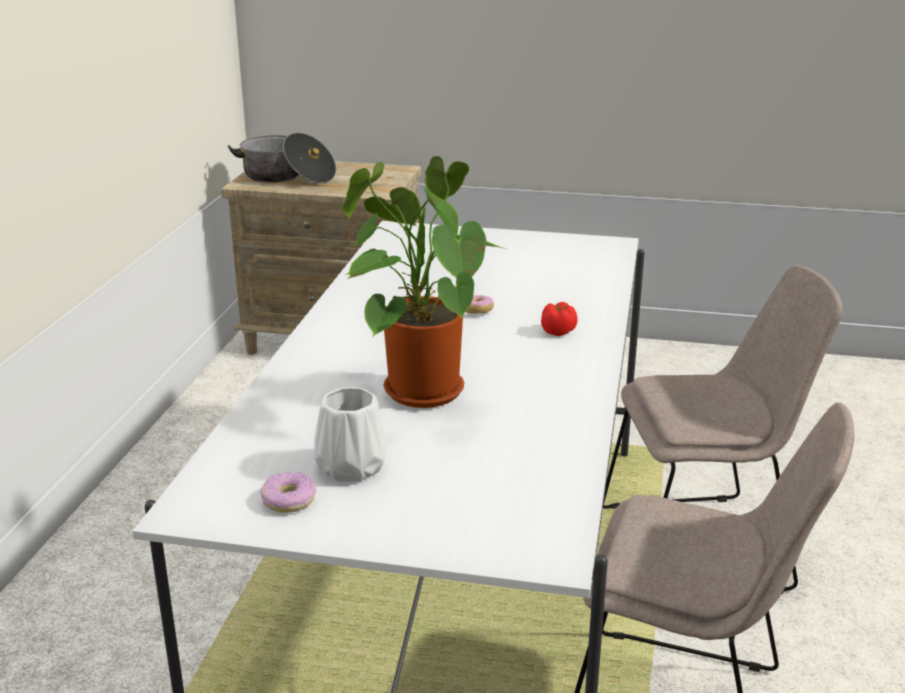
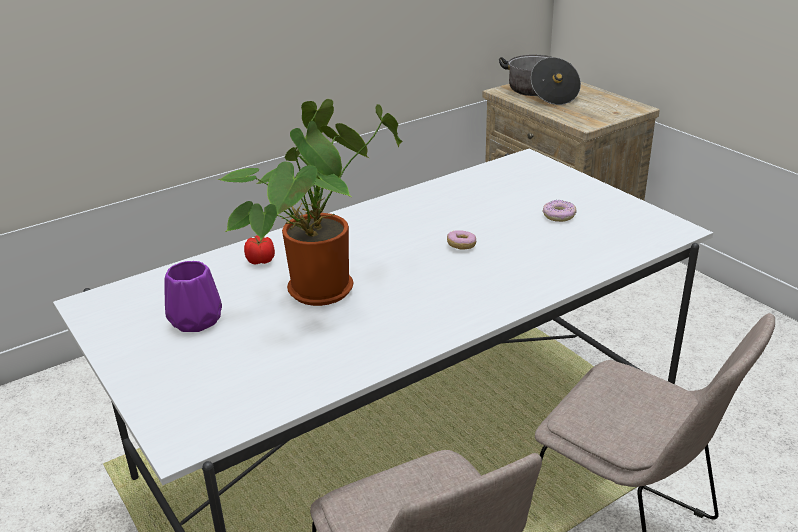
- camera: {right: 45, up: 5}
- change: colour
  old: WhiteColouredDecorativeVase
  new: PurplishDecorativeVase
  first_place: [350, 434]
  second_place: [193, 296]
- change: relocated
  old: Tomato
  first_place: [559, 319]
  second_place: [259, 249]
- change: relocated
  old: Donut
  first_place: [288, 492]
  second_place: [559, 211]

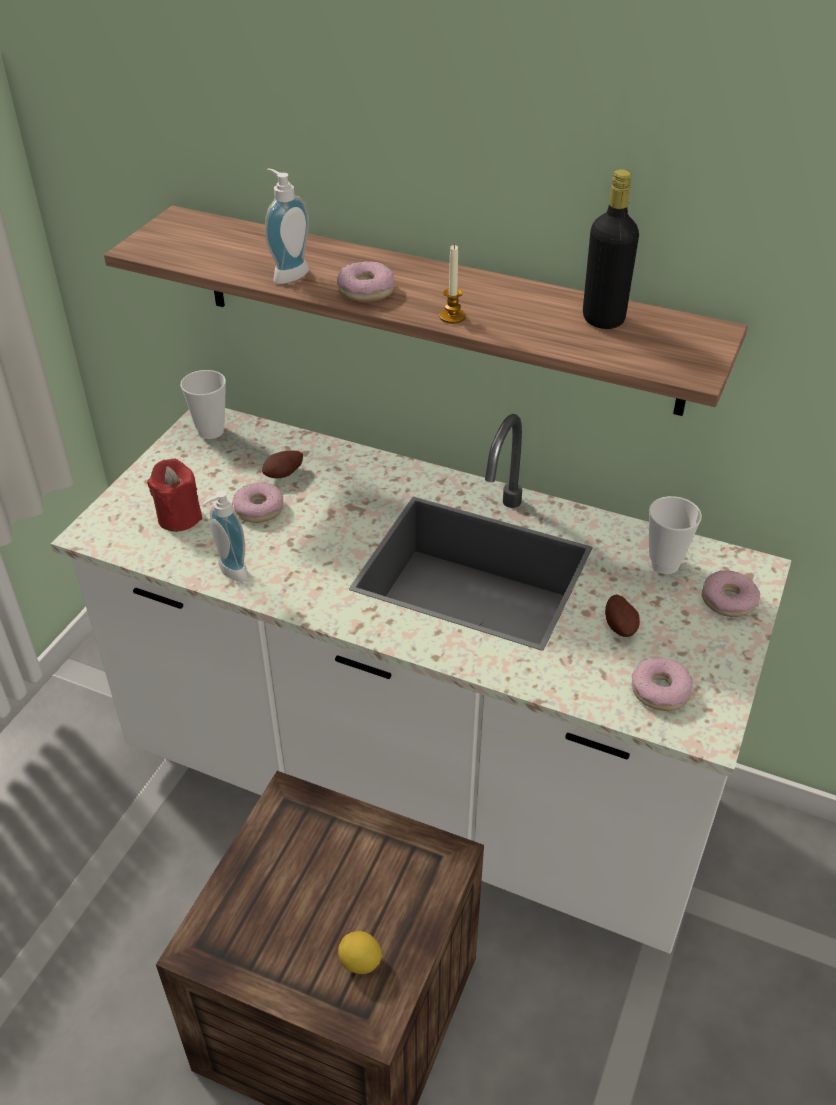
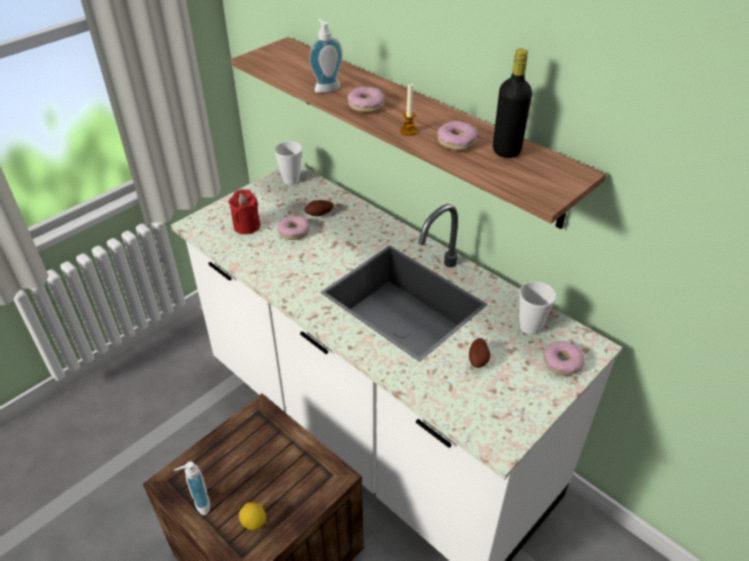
- camera: {right: 20, up: 0}
- change: relocated
  old: SoapDispenser
  first_place: [225, 536]
  second_place: [192, 488]
- change: relocated
  old: Donut
  first_place: [662, 684]
  second_place: [458, 136]

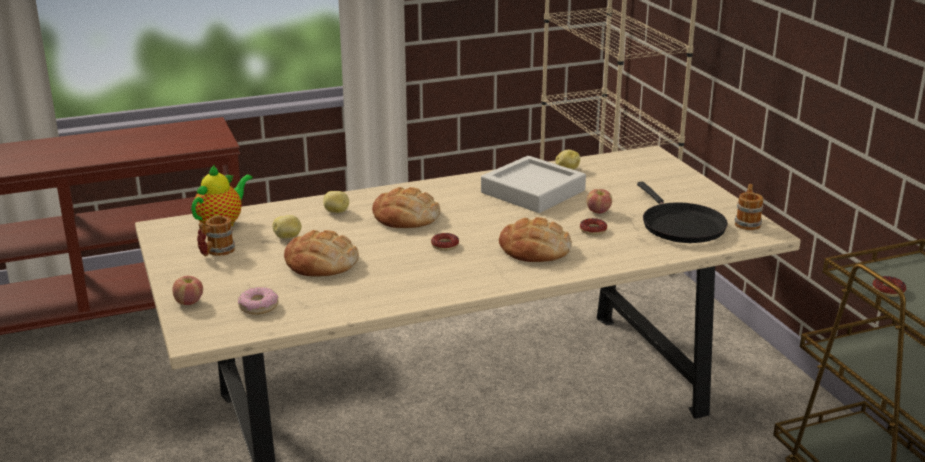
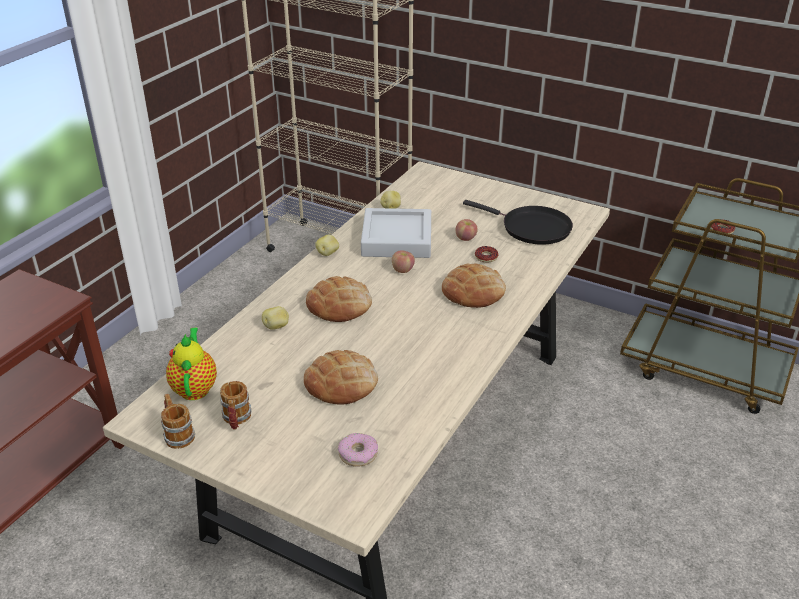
- camera: {right: -40, up: 10}
- change: relocated
  old: TeaMug
  first_place: [749, 207]
  second_place: [178, 421]
- change: relocated
  old: Potato
  first_place: [287, 227]
  second_place: [327, 245]
- change: relocated
  old: AppleFruit
  first_place: [187, 290]
  second_place: [403, 261]
- change: missing
  old: Donut
  first_place: [445, 242]

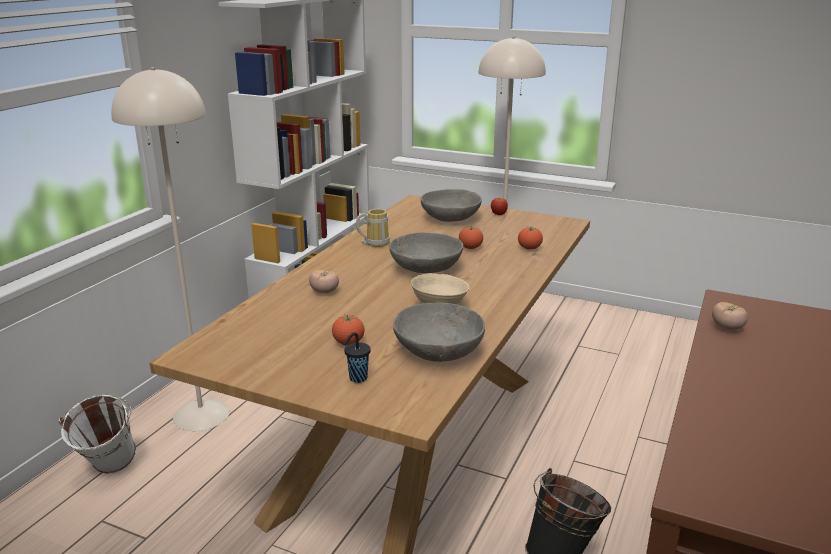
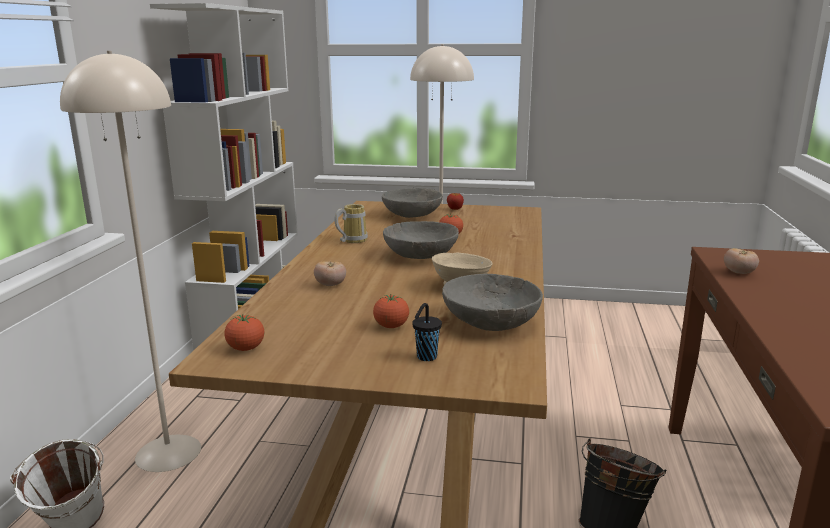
- camera: {right: -15, up: -5}
- change: relocated
  old: Tomato
  first_place: [530, 238]
  second_place: [244, 332]

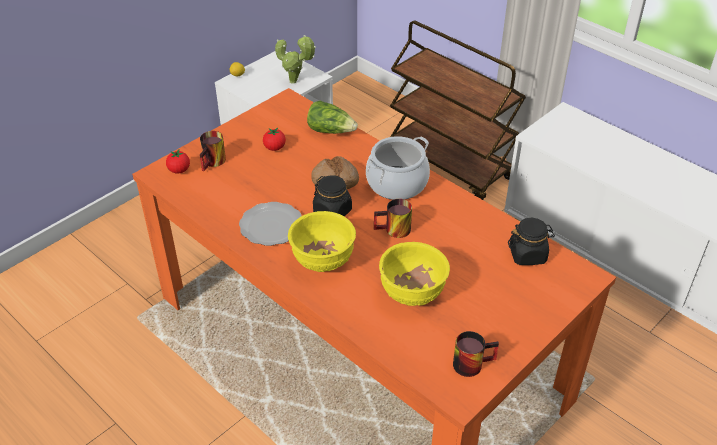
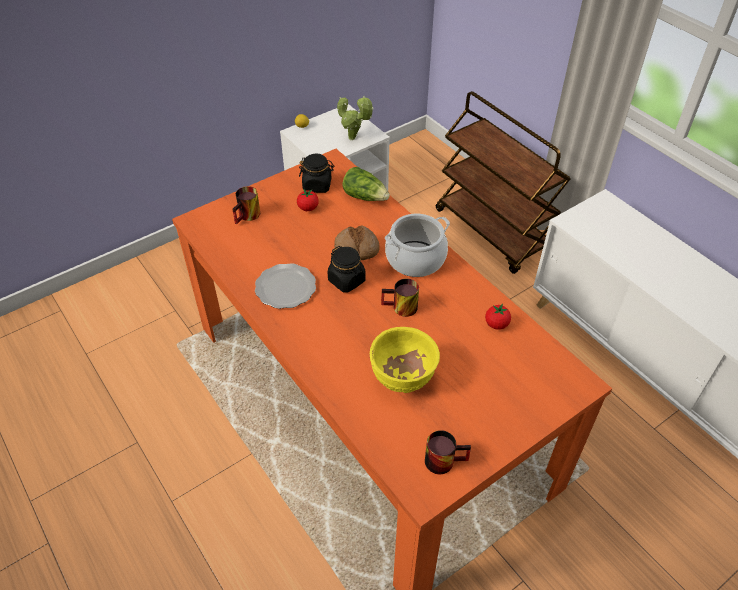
- camera: {right: 10, up: 5}
- change: relocated
  old: BlackishPreserveJar
  first_place: [531, 241]
  second_place: [316, 173]
- change: relocated
  old: Tomato
  first_place: [178, 161]
  second_place: [498, 317]
- change: missing
  old: YellowishBowl
  first_place: [322, 241]

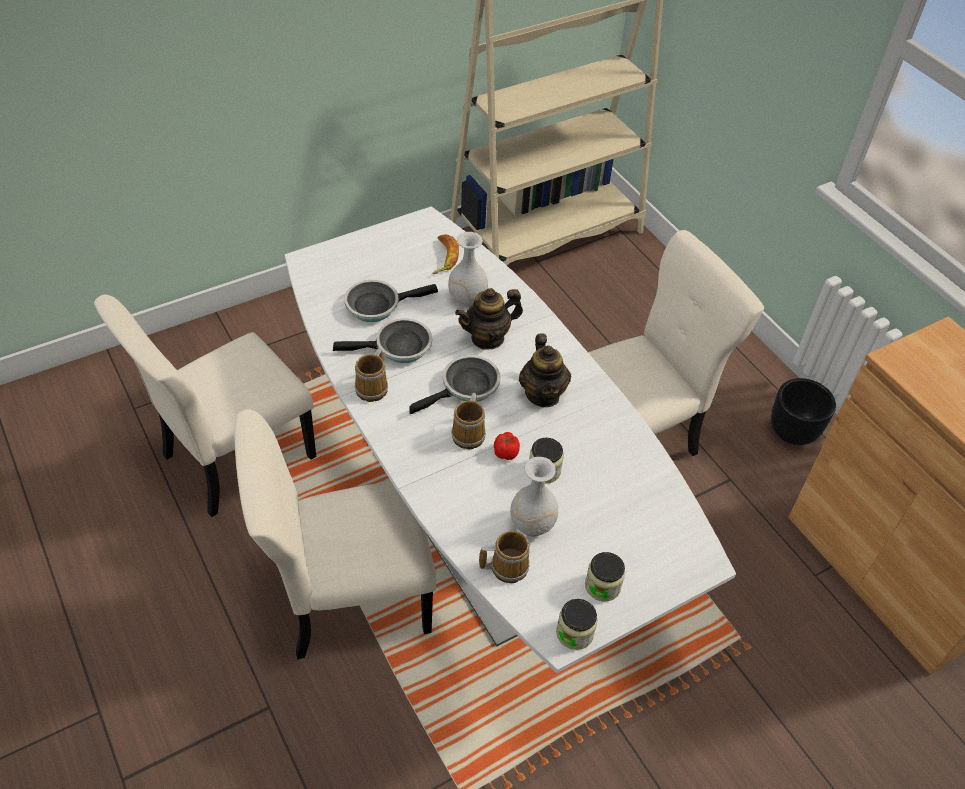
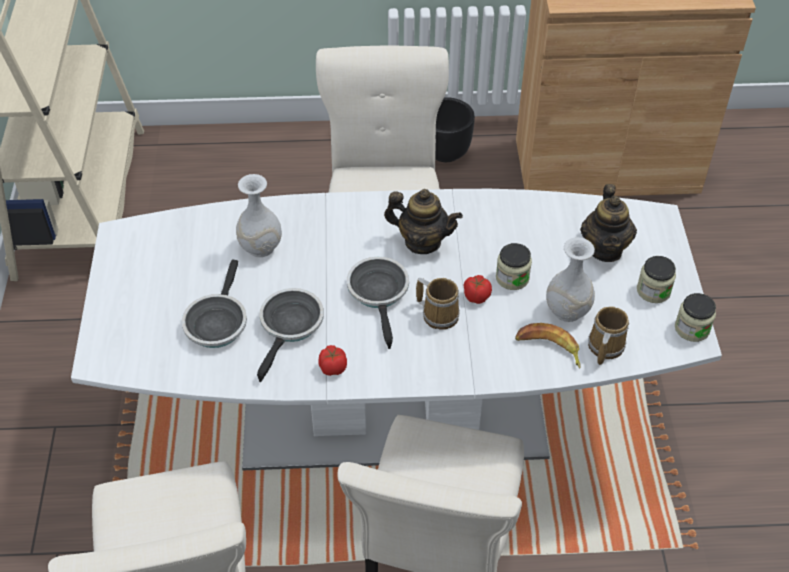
- camera: {right: -60, up: 0}
- change: exchanged
  old: TeaMug
  new: Tomato
  first_place: [371, 375]
  second_place: [332, 360]
- change: relocated
  old: BananaFruit
  first_place: [445, 254]
  second_place: [548, 346]
- change: relocated
  old: Teapot
  first_place: [489, 319]
  second_place: [608, 223]

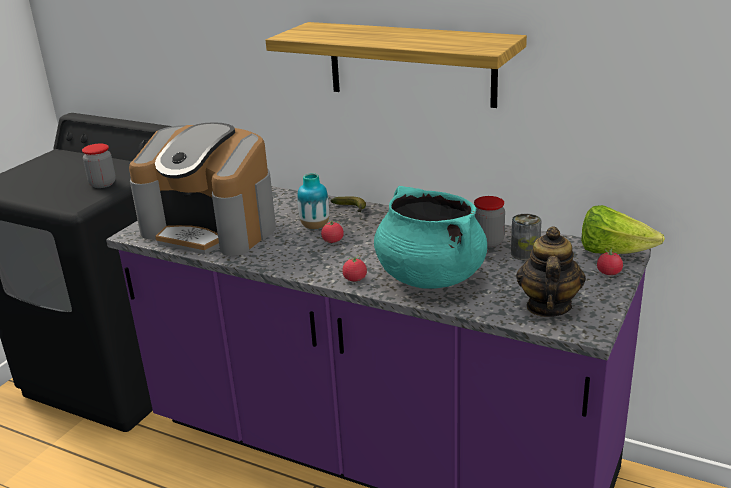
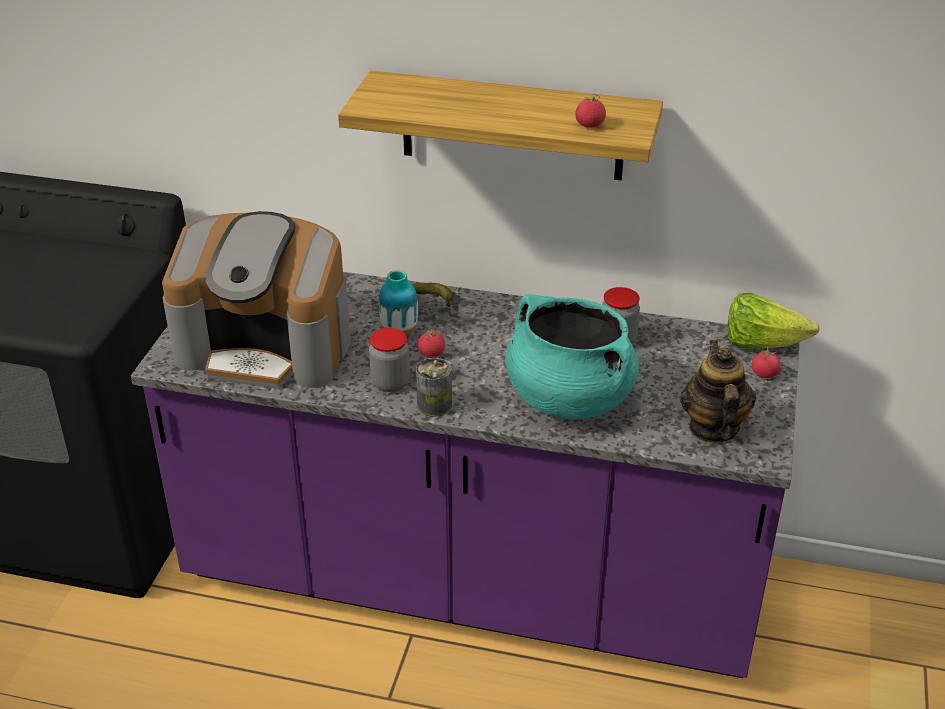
- camera: {right: -15, up: 10}
- change: relocated
  old: PreserveJar
  first_place: [99, 166]
  second_place: [389, 360]
- change: relocated
  old: Can
  first_place: [526, 237]
  second_place: [434, 387]
- change: relocated
  old: Tomato
  first_place: [354, 268]
  second_place: [590, 110]

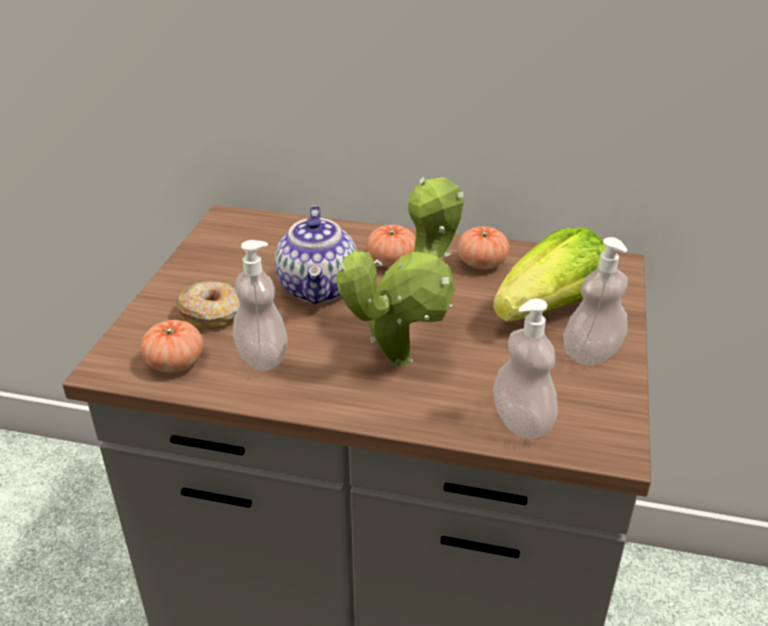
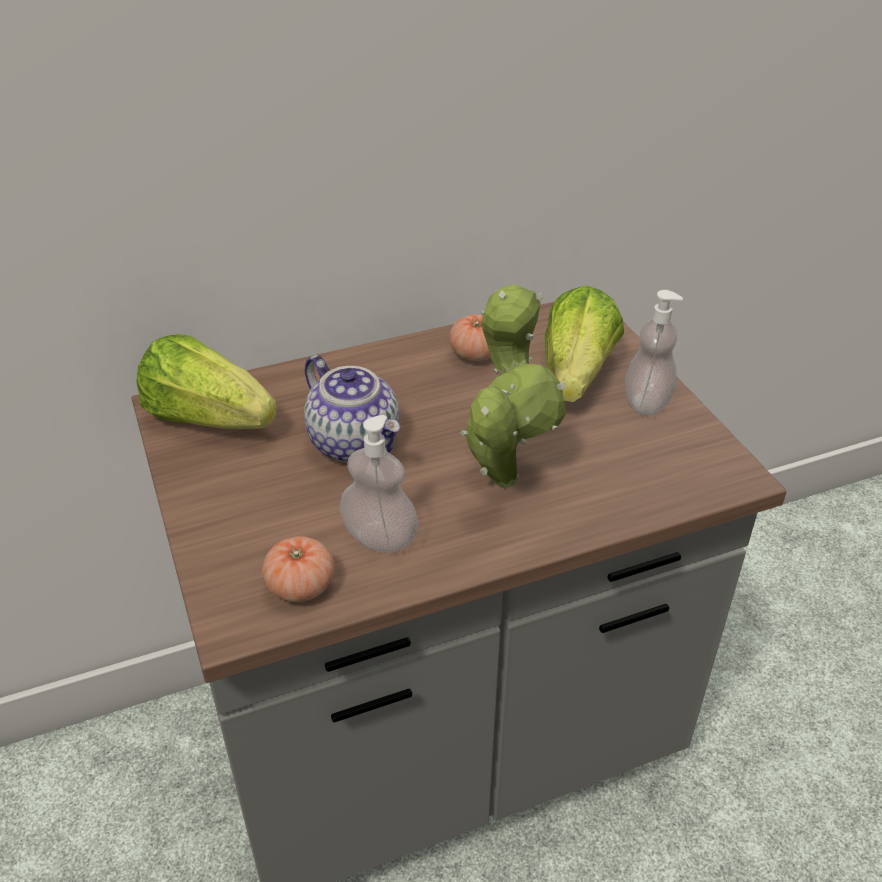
- camera: {right: -35, up: 5}
- change: appeared
  new: Lettuce
  second_place: [206, 381]
- change: missing
  old: Donut
  first_place: [207, 305]
- change: missing
  old: Tomato
  first_place: [391, 246]
- change: missing
  old: SoapDispenser
  first_place: [525, 368]

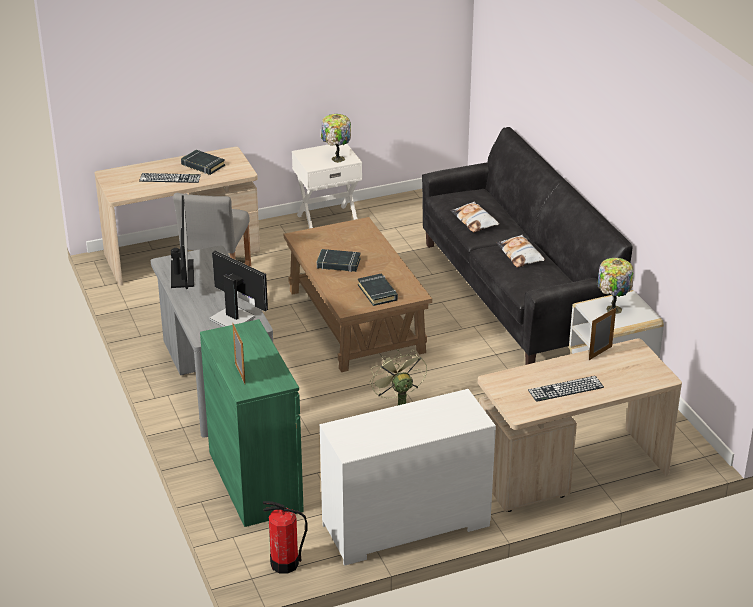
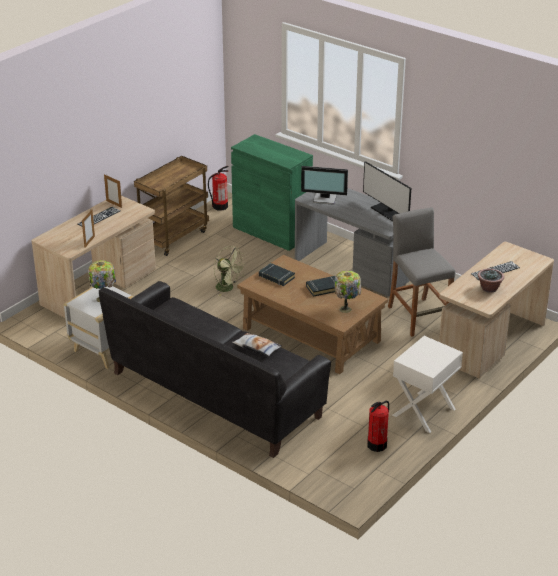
- camera: {right: 150, up: 0}
- change: relocated
  old: PhotoFrame
  first_place: [238, 353]
  second_place: [113, 191]
- change: exchanged
  old: WhiteColouredChestOfDrawers
  new: BrownColouredWheeledCart
  first_place: [407, 477]
  second_place: [171, 206]
- change: relocated
  old: TableLamp
  first_place: [336, 138]
  second_place: [348, 292]
- change: appeared
  new: FireExtinguisher
  second_place: [378, 426]
- change: exchanged
  old: BlackishBoundBook
  new: PottedPlant
  first_place: [203, 162]
  second_place: [491, 281]
- change: missing
  old: ThrowPillow
  first_place: [521, 251]

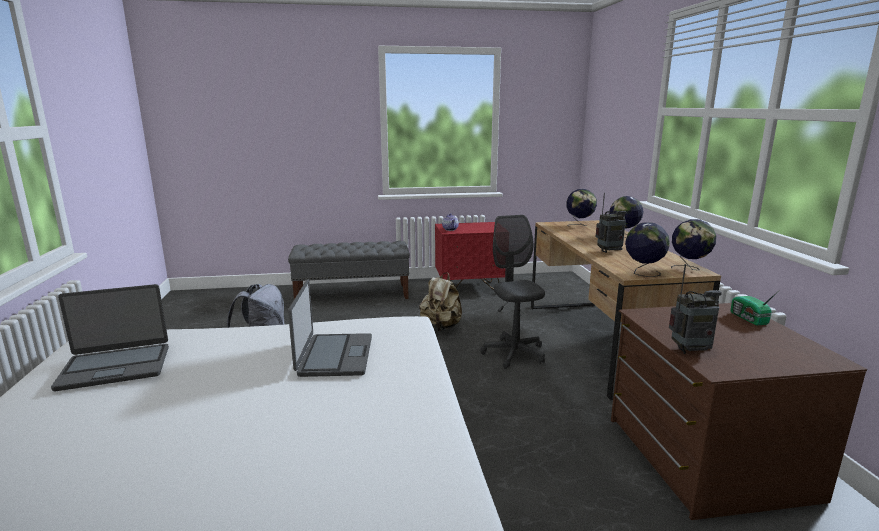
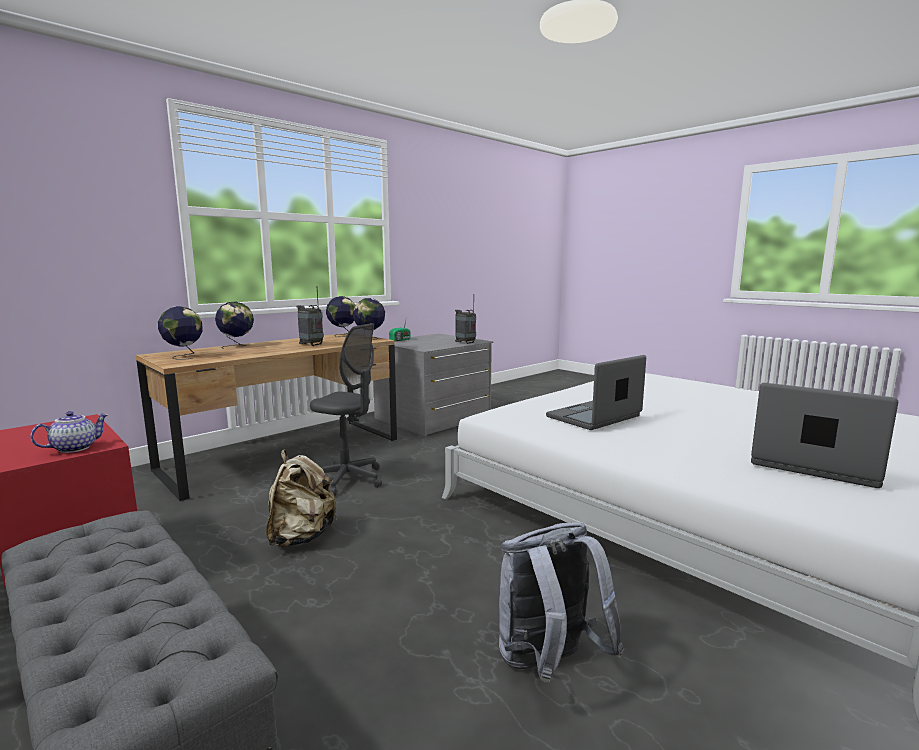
- camera: {right: -125, up: -5}
- change: spun
  old: GreyishComputerChair
  first_place: [512, 292]
  second_place: [346, 409]
  degrees: -105
- change: colour
  old: BrownColouredChestOfDrawers
  new: GreyishChestOfDrawers
  first_place: [739, 411]
  second_place: [433, 385]

